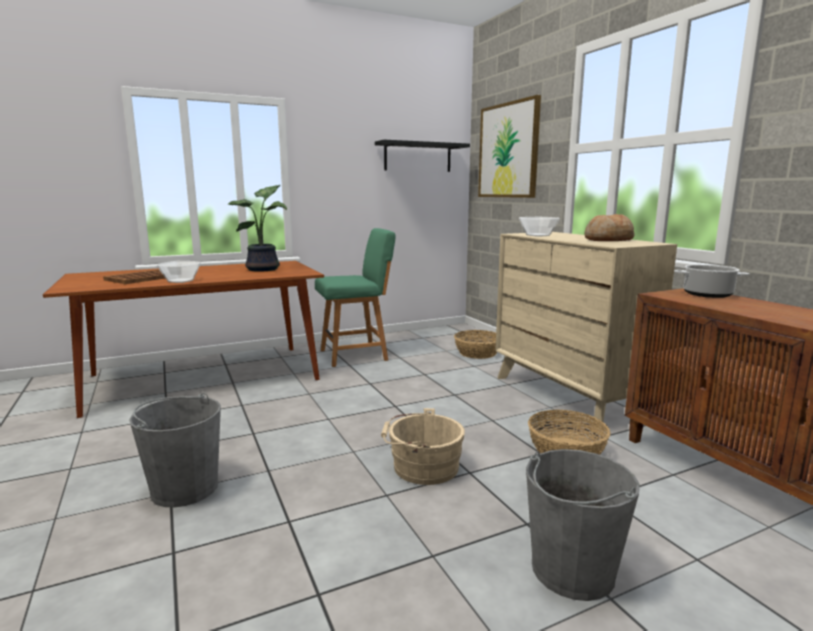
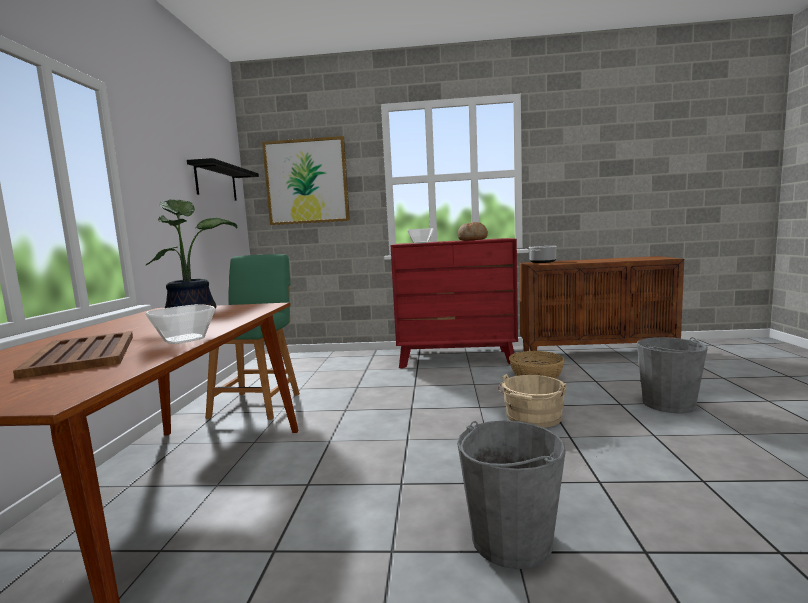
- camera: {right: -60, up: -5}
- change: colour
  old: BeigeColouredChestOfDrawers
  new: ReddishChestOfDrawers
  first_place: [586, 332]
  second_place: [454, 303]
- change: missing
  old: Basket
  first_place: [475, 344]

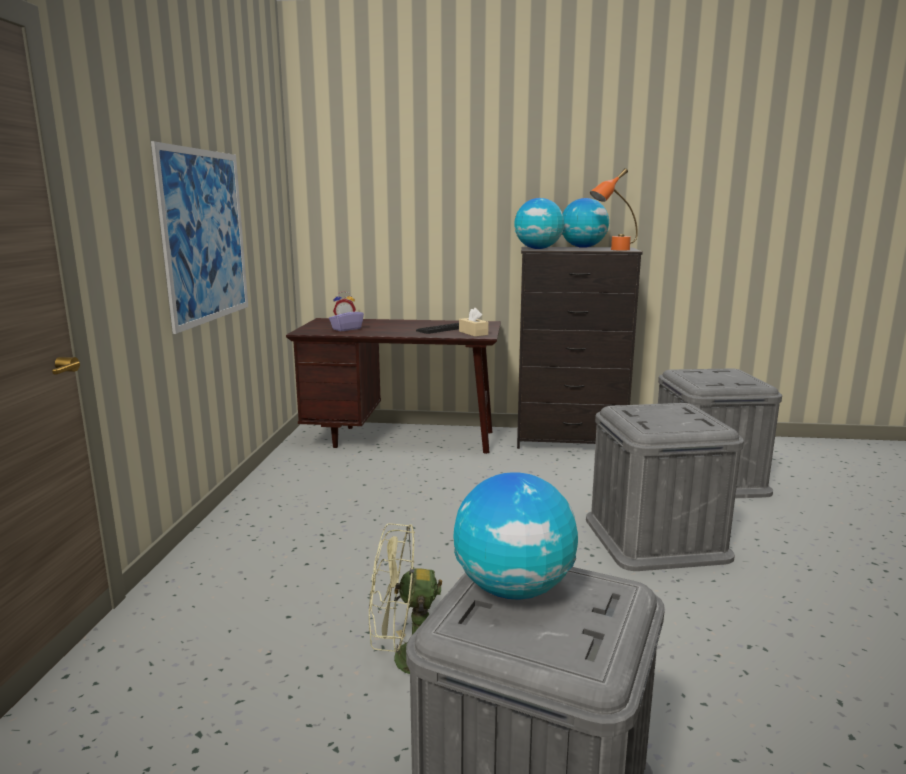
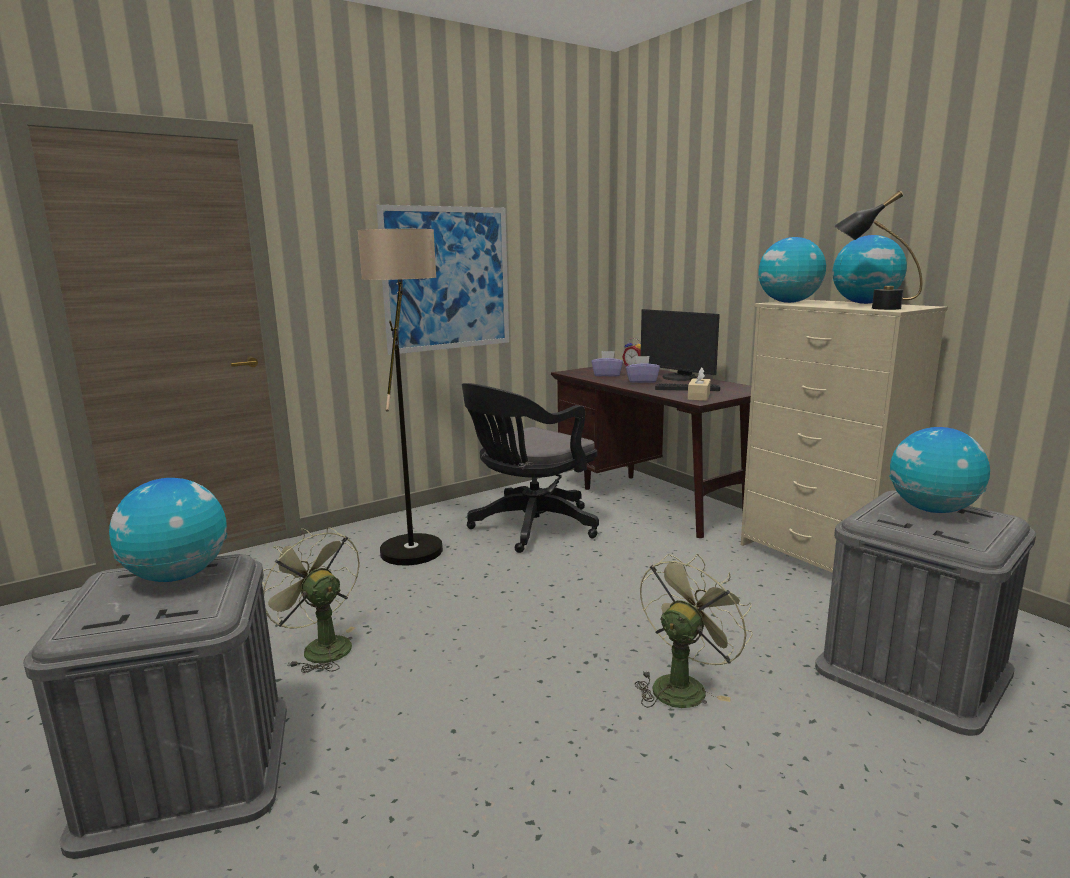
- camera: {right: 50, up: 0}
- change: appeared
  new: StandardLamp
  second_place: [400, 397]
- change: appeared
  new: BlackishComputerChair
  second_place: [530, 468]
- change: appeared
  new: PurplishBoxOfTissues
  second_place: [643, 369]
- change: exchanged
  old: GreyishStorageBin
  new: GreenFan
  first_place: [665, 487]
  second_place: [694, 631]
- change: appeared
  new: ComputerScreen
  second_place: [680, 345]
- change: colour
  old: BlackishChestOfDrawers
  new: BeigeColouredChestOfDrawers
  first_place: [580, 348]
  second_place: [844, 436]
- change: colour
  old: OrangeyTableLamp
  new: BlackishTableLamp
  first_place: [614, 209]
  second_place: [878, 250]
- change: appeared
  new: Globe
  second_place: [939, 470]

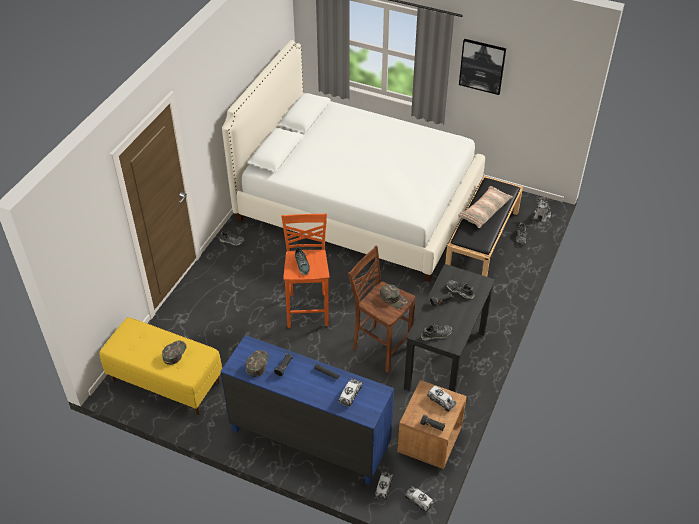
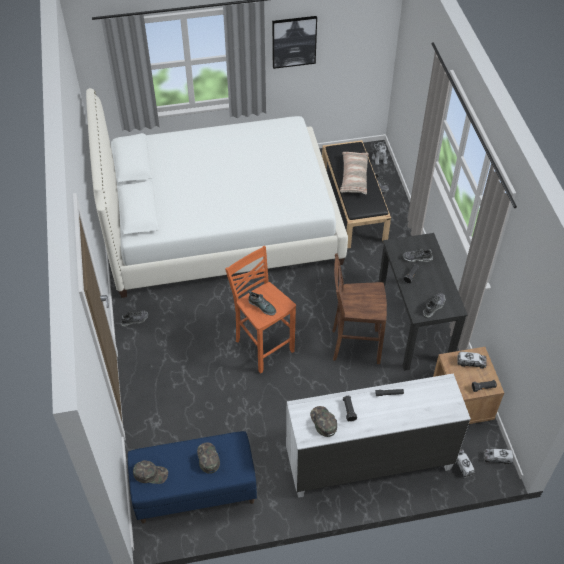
- camera: {right: -35, up: 5}
- change: colour
  old: YellowishBench
  new: BlueColouredBench
  first_place: [160, 366]
  second_place: [192, 477]
- change: relocated
  old: GreenBaseballCap
  first_place: [394, 296]
  second_place: [150, 472]
- change: colour
  old: BlueColouredChestOfDrawers
  new: WhiteColouredChestOfDrawers
  first_place: [307, 410]
  second_place: [378, 435]
- change: missing
  old: ModelTruck
  first_place: [351, 392]

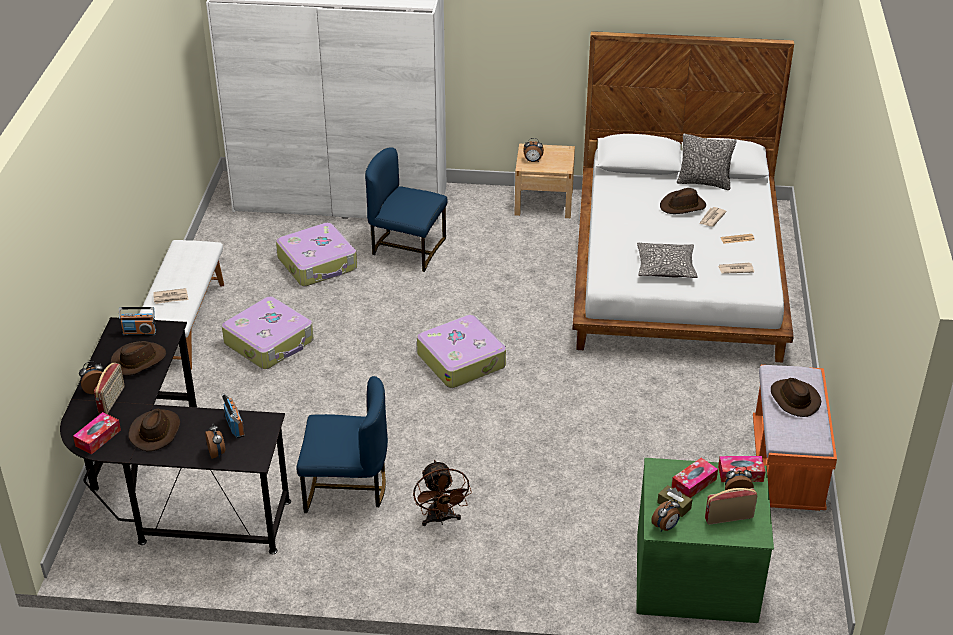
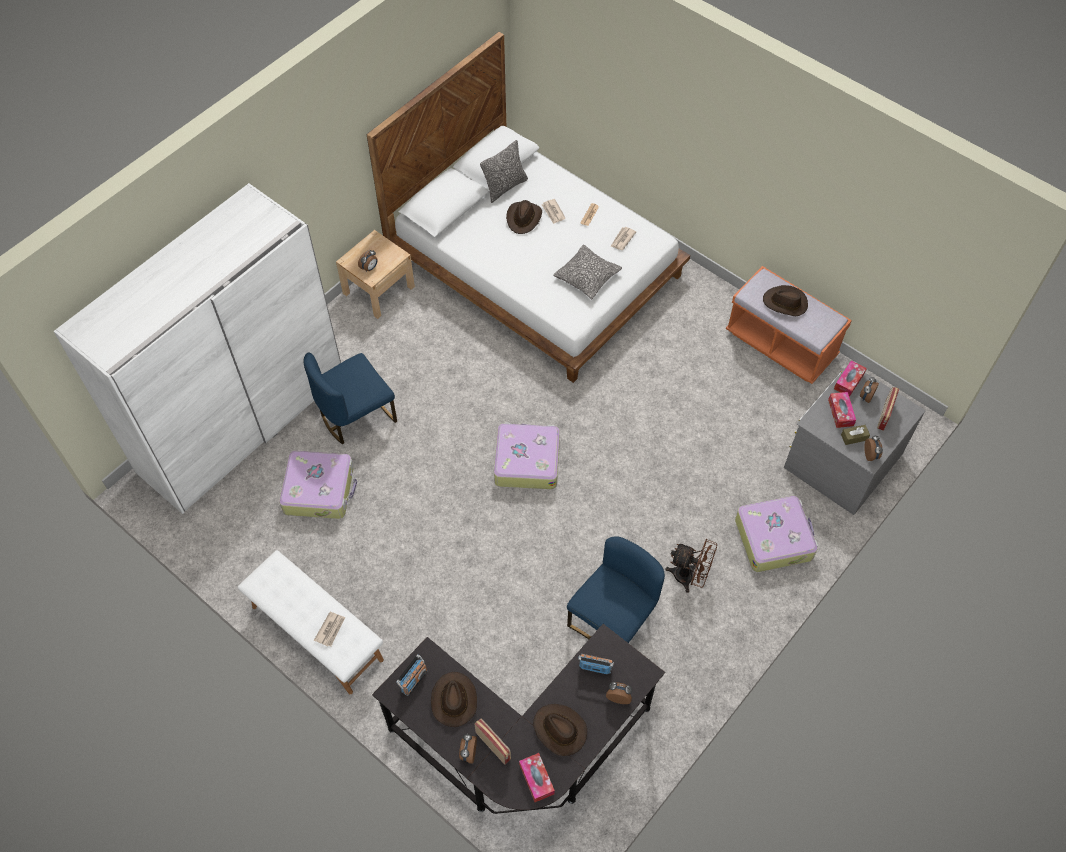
- camera: {right: -55, up: 20}
- change: relocated
  old: Suitcase
  first_place: [268, 333]
  second_place: [776, 534]
- change: colour
  old: GreenChestOfDrawers
  new: GreyishChestOfDrawers
  first_place: [705, 540]
  second_place: [855, 440]

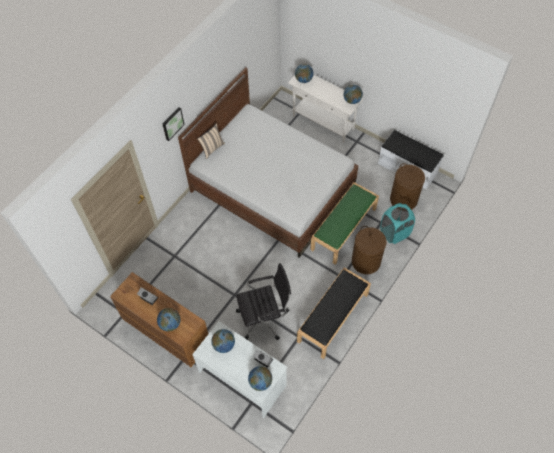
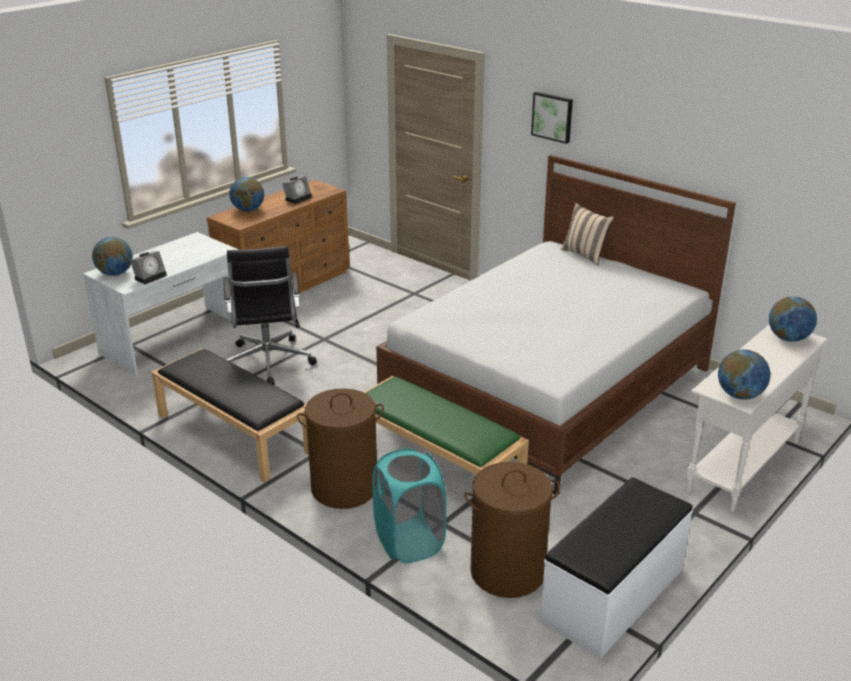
- camera: {right: 95, up: -30}
- change: missing
  old: Globe
  first_place: [223, 341]

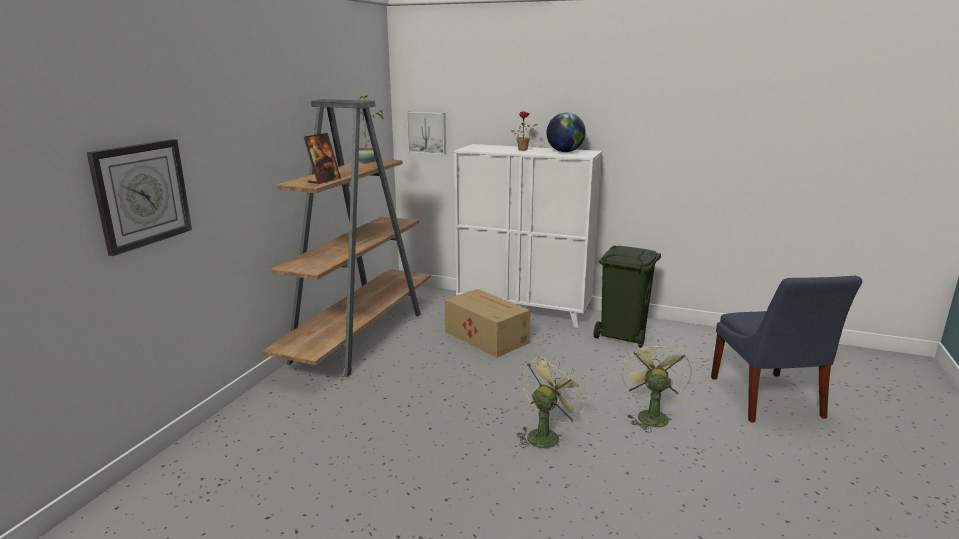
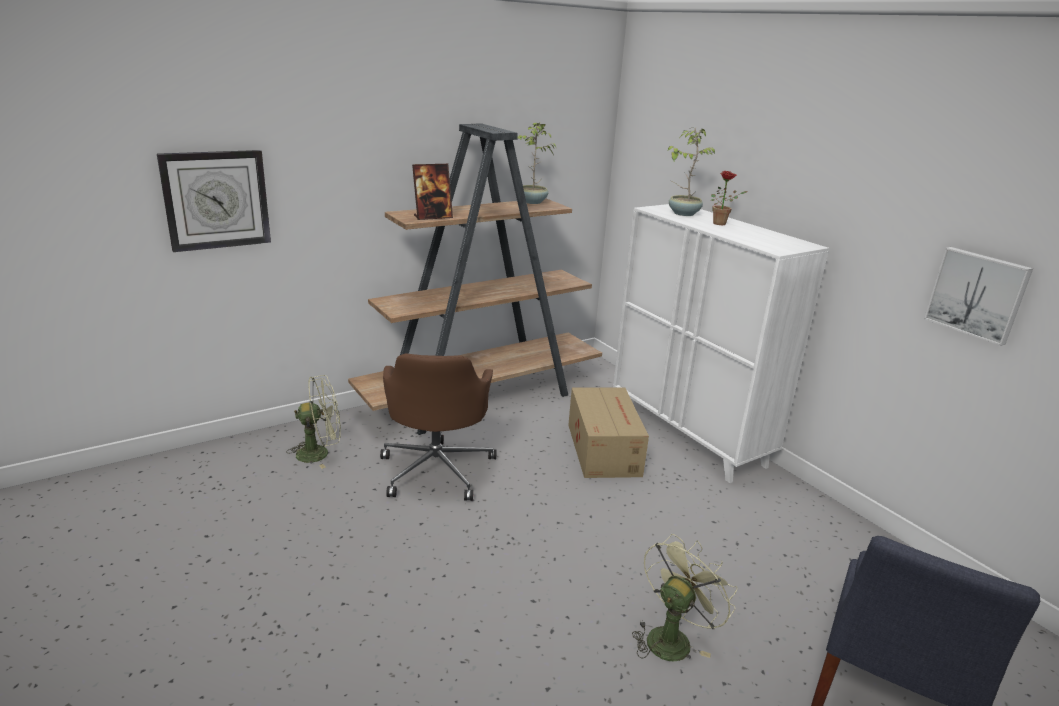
- camera: {right: 35, up: 5}
- change: relocated
  old: GreenFan
  first_place: [552, 402]
  second_place: [313, 422]
- change: appeared
  new: BrownColouredComputerChair
  second_place: [438, 427]
- change: appeared
  new: PottedPlant
  second_place: [691, 171]
- change: relocated
  old: WallArt
  first_place: [426, 133]
  second_place: [978, 296]
- change: missing
  old: Globe
  first_place: [566, 132]
- change: missing
  old: GreenRubbishBin
  first_place: [627, 296]

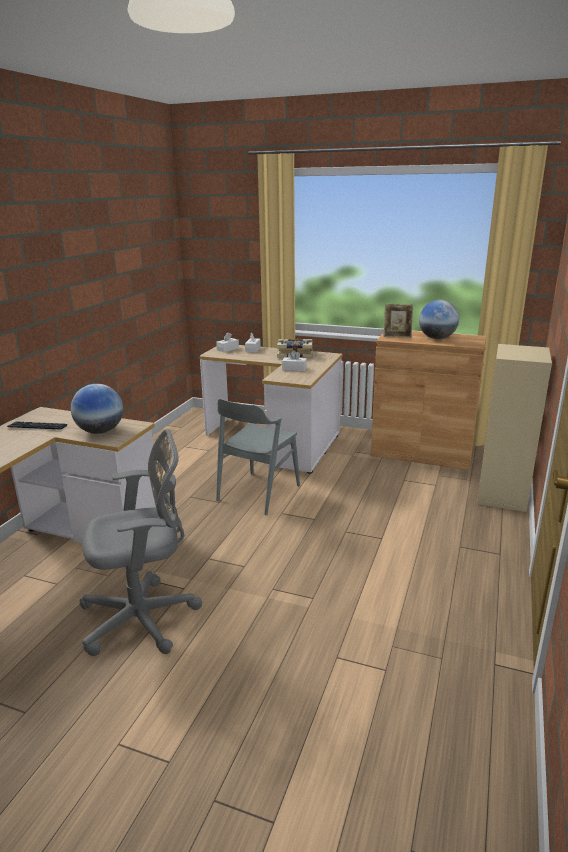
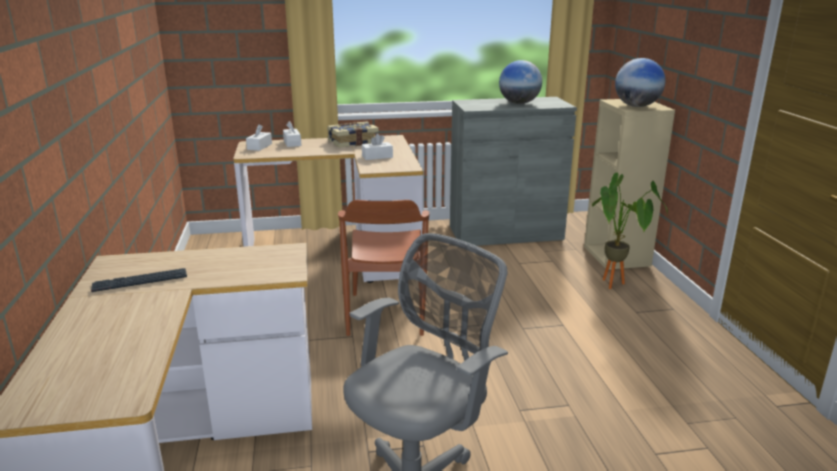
- camera: {right: -30, up: 0}
- change: colour
  old: GreyishChair
  new: BrownColouredChair
  first_place: [258, 457]
  second_place: [383, 268]
- change: colour
  old: BrownColouredStorageCabinet
  new: GreyishStorageCabinet
  first_place: [429, 400]
  second_place: [513, 171]
- change: appeared
  new: PottedPlant
  second_place: [630, 231]
- change: relocated
  old: Globe
  first_place: [97, 409]
  second_place: [640, 82]
- change: missing
  old: PhotoFrame
  first_place: [398, 321]

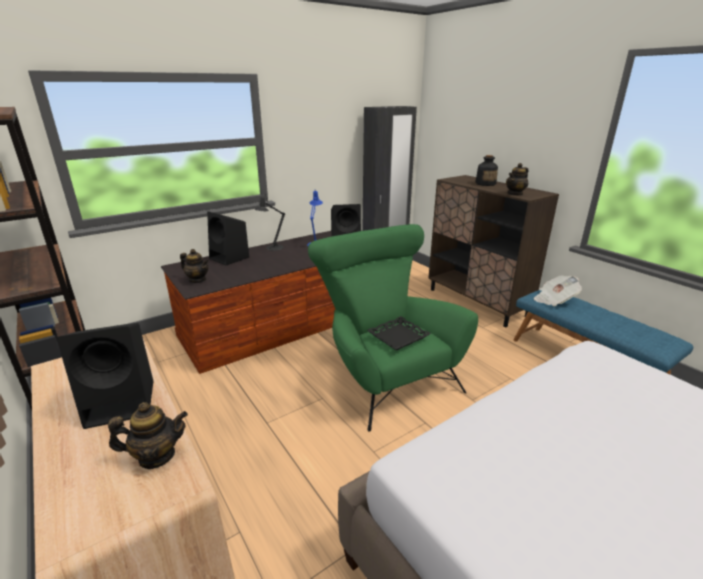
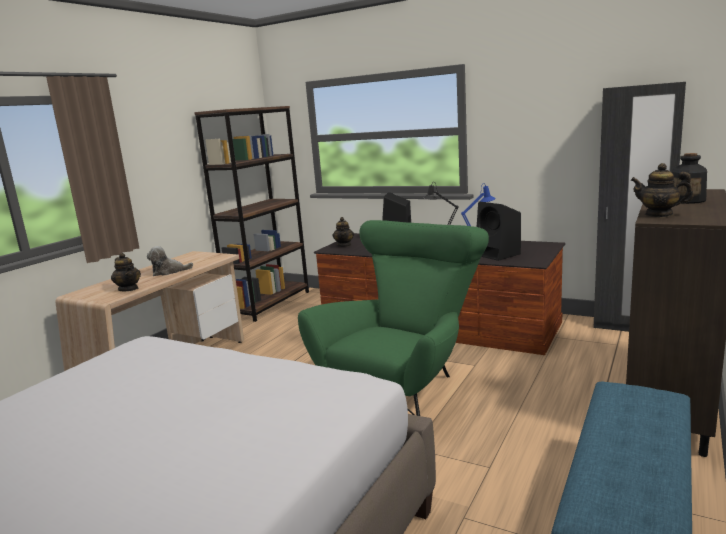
- camera: {right: 65, up: -10}
- change: exchanged
  old: BlackishLoudspeaker
  new: CuddlyToy
  first_place: [105, 376]
  second_place: [170, 261]
- change: missing
  old: BlackishServingTray
  first_place: [399, 333]
- change: missing
  old: DailyPaper
  first_place: [558, 290]

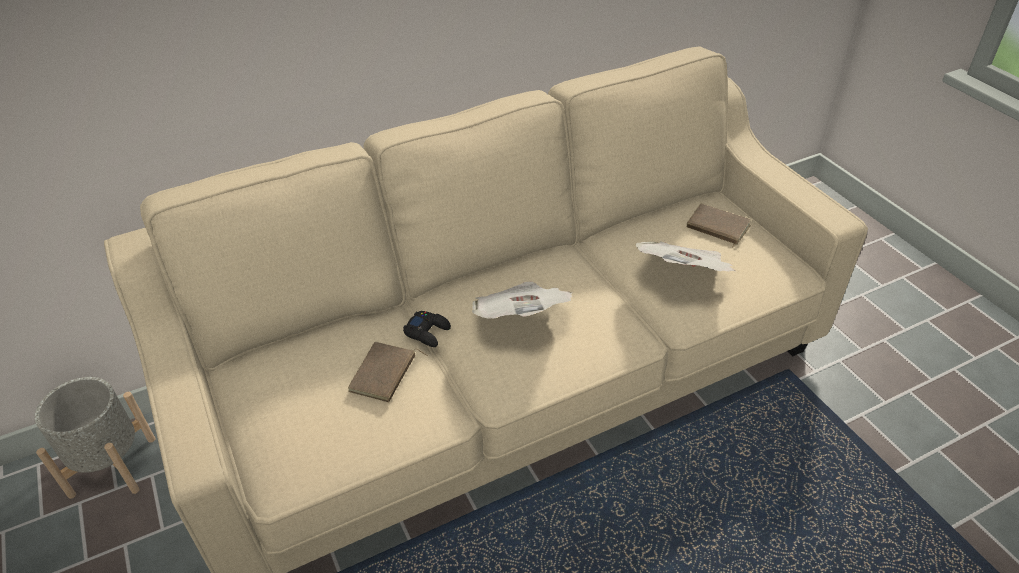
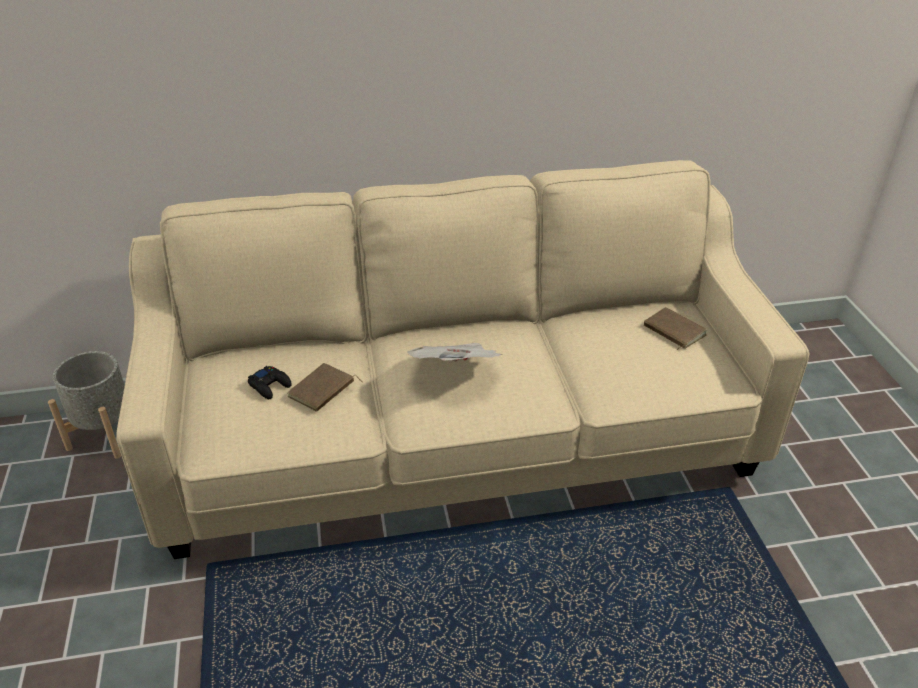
- camera: {right: 15, up: -5}
- change: relocated
  old: BlackishJoypad
  first_place: [427, 329]
  second_place: [270, 382]
- change: missing
  old: DailyPaper
  first_place: [686, 256]

